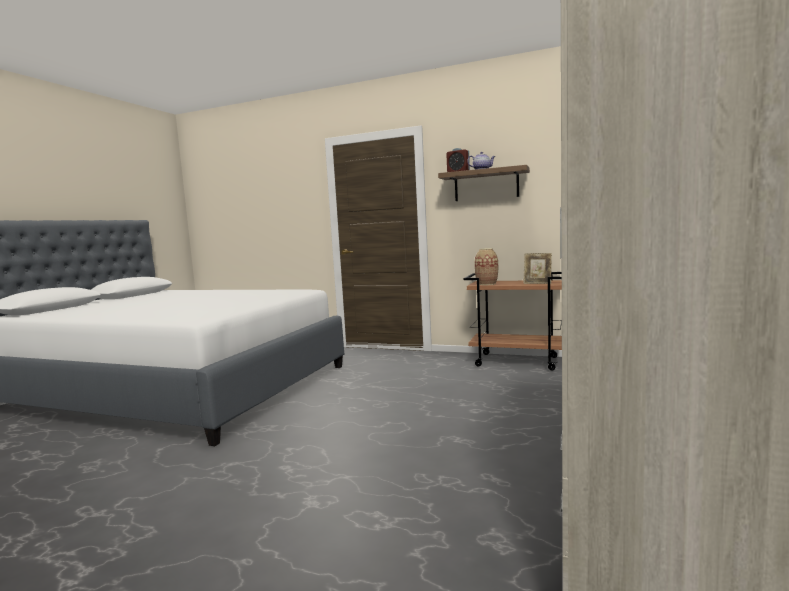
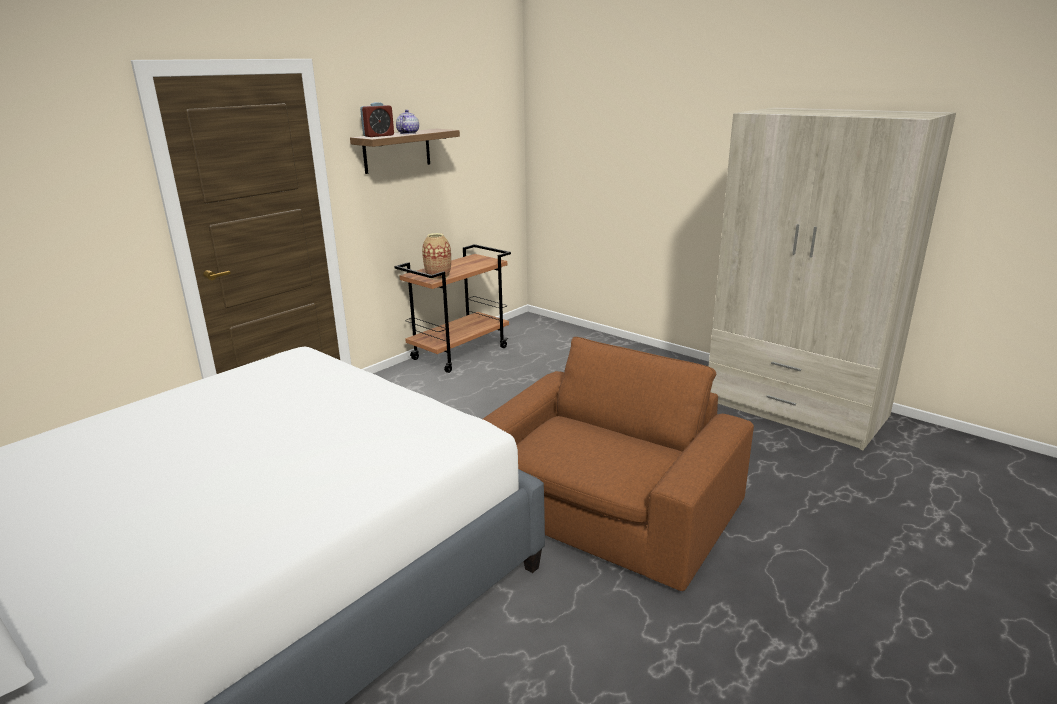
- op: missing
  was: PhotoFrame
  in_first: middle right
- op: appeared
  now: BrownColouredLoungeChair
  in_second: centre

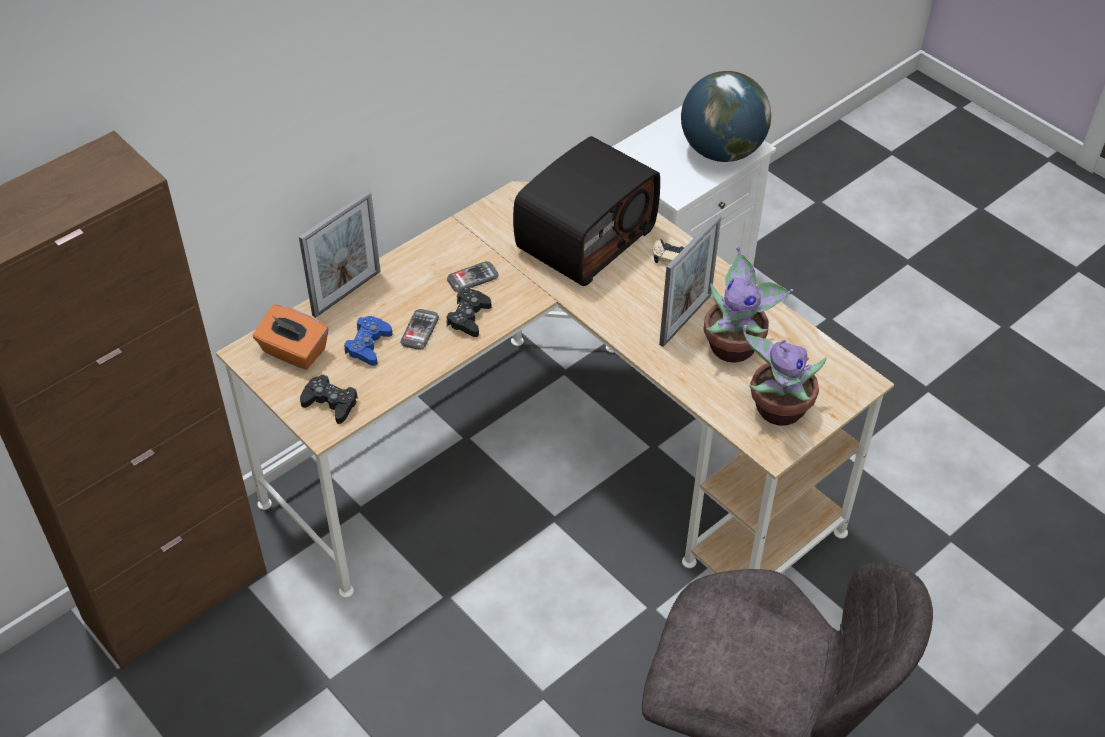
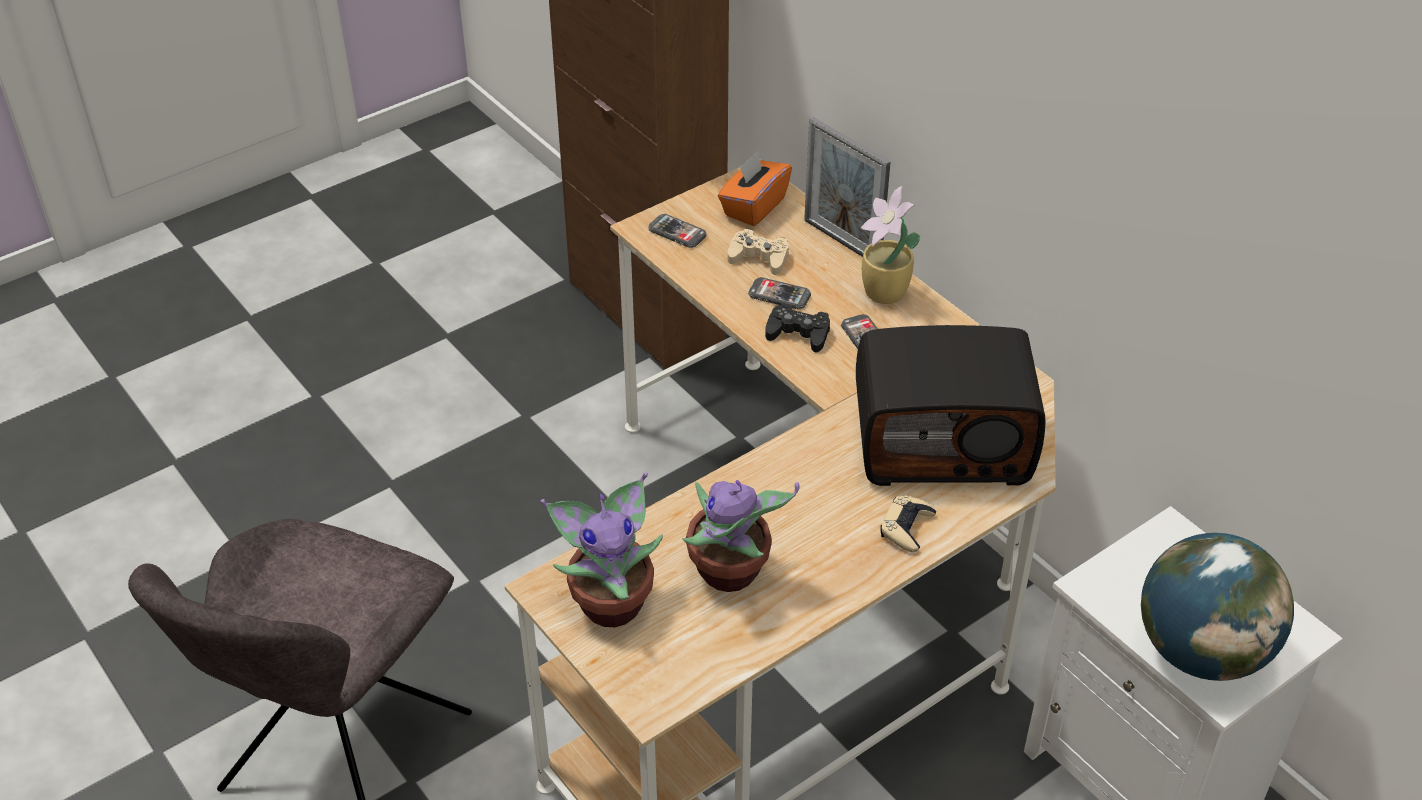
- op: spun
  was: RadioReceiver
  in_first: top centre
  in_second: middle right
  clockwise: -45
- op: missing
  was: PhotoFrame (no. 2 from left)
  in_first: centre
- op: colour
  was: BlueJoypad
  now: BeigeJoypad (no. 1 from left)
  in_first: middle left
  in_second: top centre
- op: exchanged
  was: BlackishJoypad (no. 1 from left)
  now: Phone (no. 1 from left)
  in_first: middle left
  in_second: top centre
- op: appeared
  now: Houseplant (no. 3 from left)
  in_second: top centre

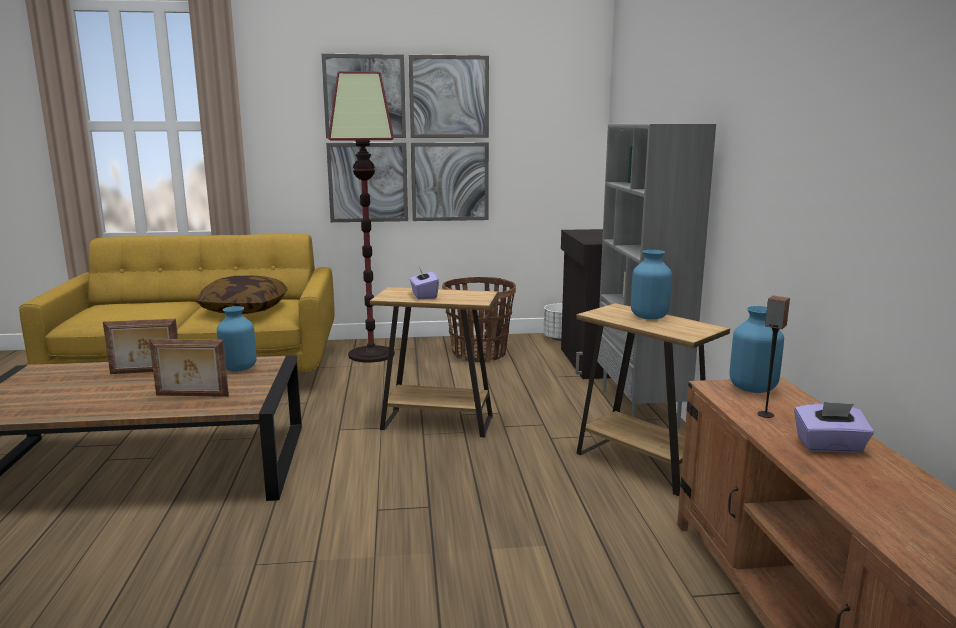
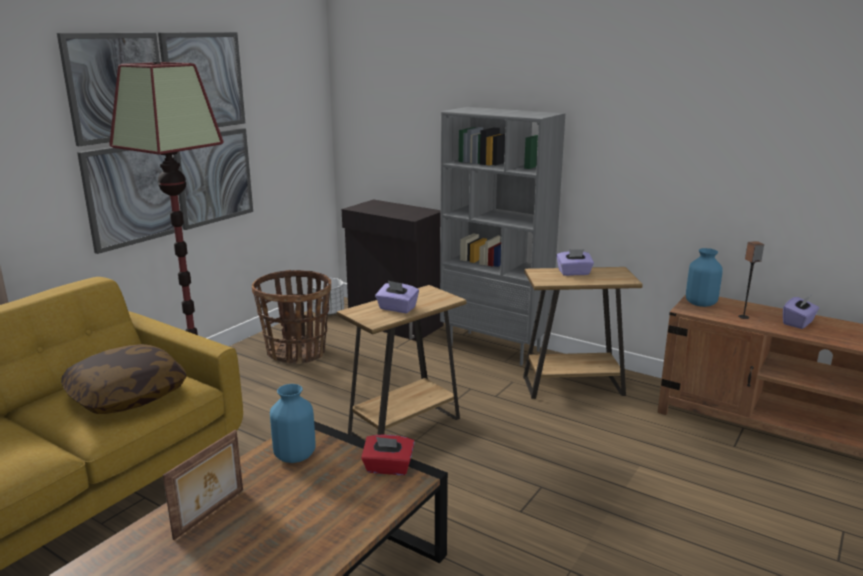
- op: exchanged
  was: BlueDecorativeVase (no. 2 from left)
  now: PurplishTissueBox (no. 2 from left)
  in_first: middle right
  in_second: centre
- op: missing
  was: PhotoFrame (no. 2 from left)
  in_first: middle left
- op: appeared
  now: RedColouredTissueBox
  in_second: bottom centre

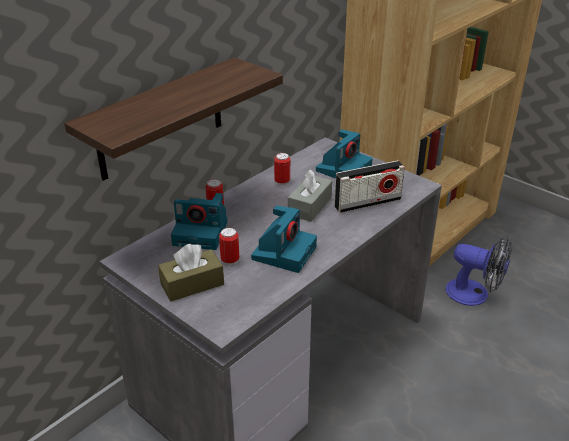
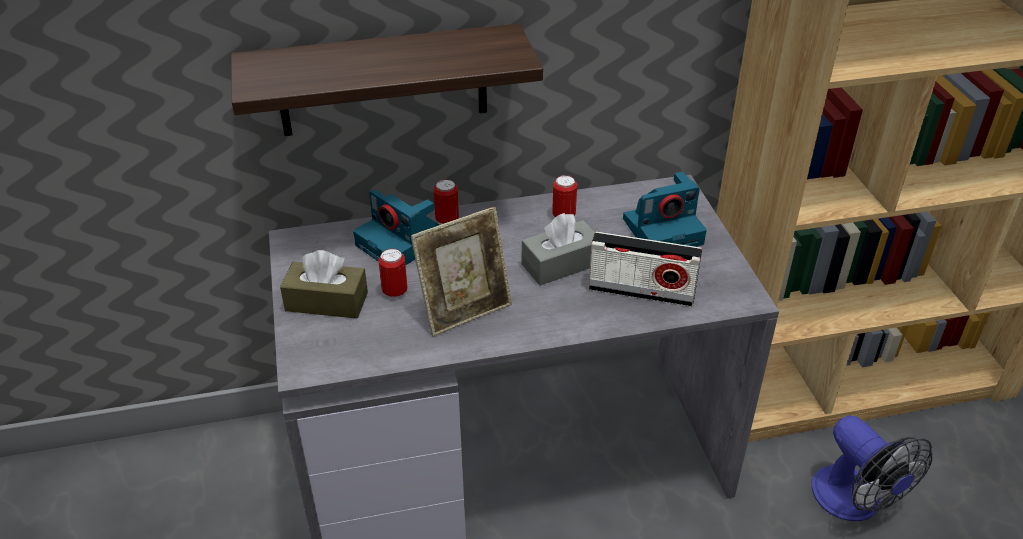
- op: exchanged
  was: StillCamera (no. 2 from left)
  now: PhotoFrame
  in_first: centre
  in_second: centre

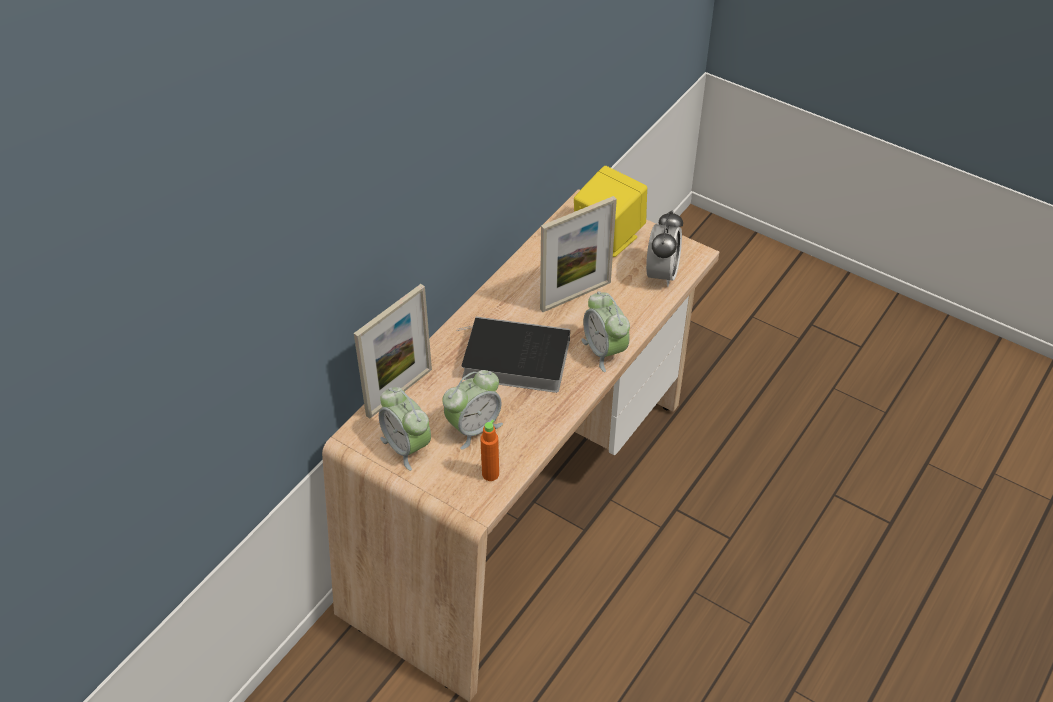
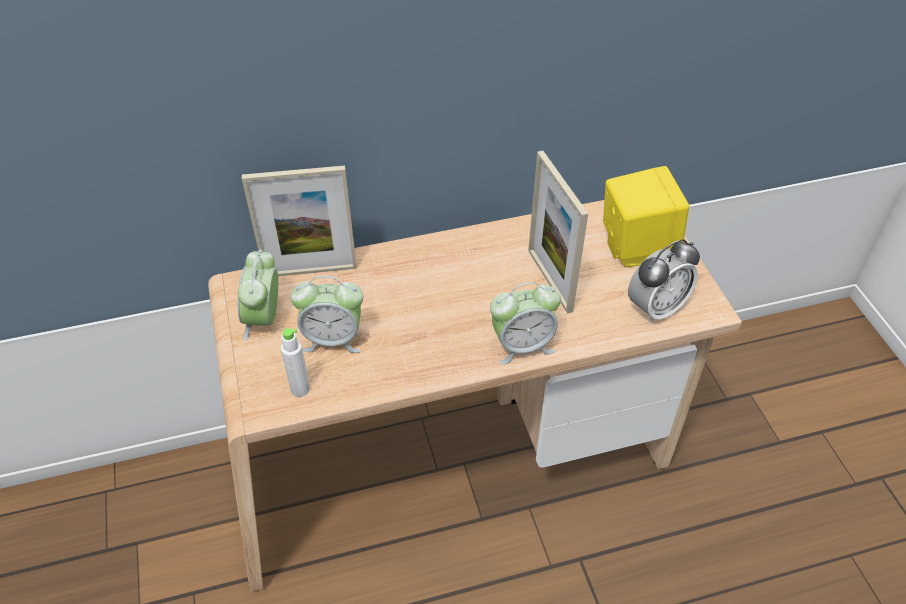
- op: spun
  was: PhotoFrame (no. 2 from left)
  in_first: centre
  in_second: centre
  clockwise: 60
- op: spun
  was: TableClock (no. 3 from left)
  in_first: centre
  in_second: centre
  clockwise: -120
- op: missing
  was: Volume
  in_first: centre
- op: colour
  was: OrangeBottle
  now: WhitishBottle
  in_first: centre
  in_second: middle left

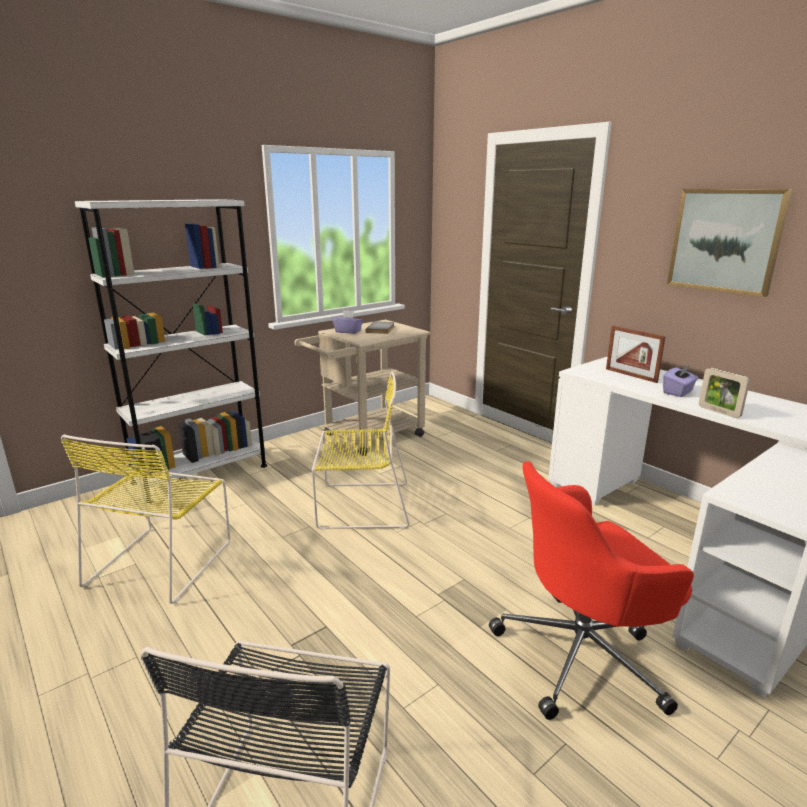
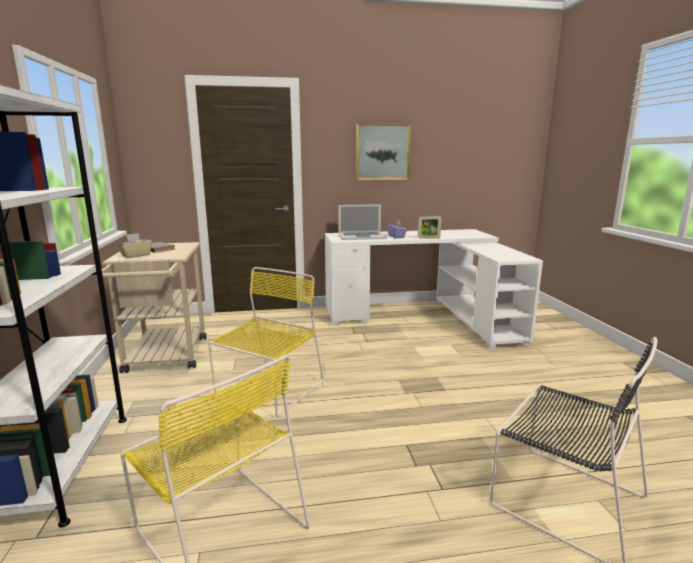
- op: colour
  was: PurplishTissueBox (no. 1 from left)
  now: BeigeTissueBox
  in_first: centre
  in_second: middle left
- op: exchanged
  was: PhotoFrame (no. 1 from left)
  now: Laptop
  in_first: middle right
  in_second: centre
- op: missing
  was: RedColouredComputerChair
  in_first: bottom right

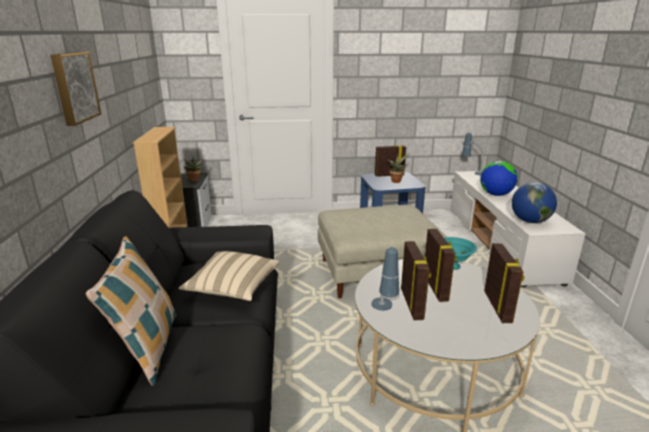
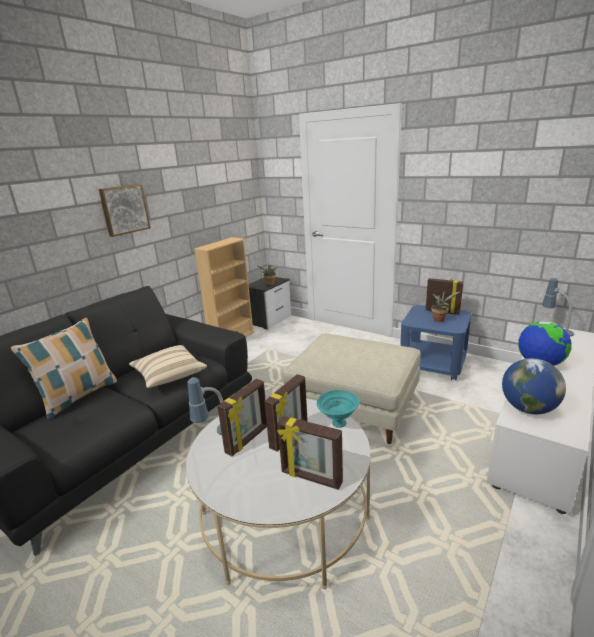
- op: spun
  was: PhotoFrame (no. 4 from left in the first image)
  in_first: middle right
  in_second: bottom centre
  clockwise: 75

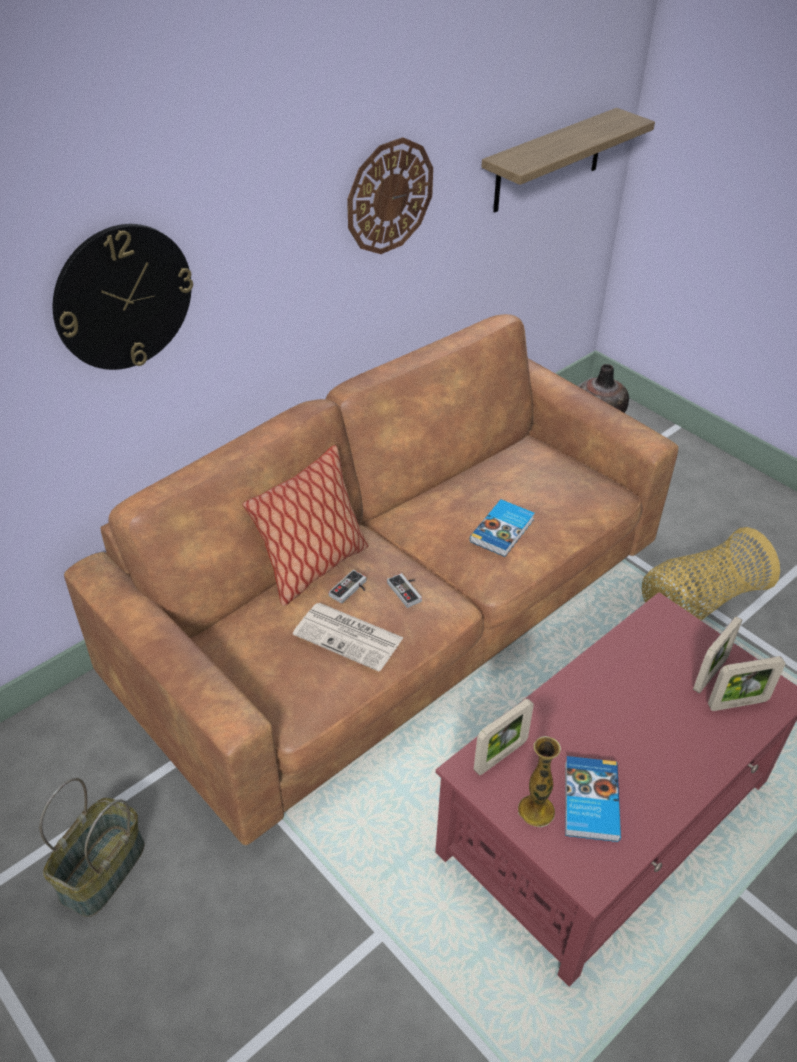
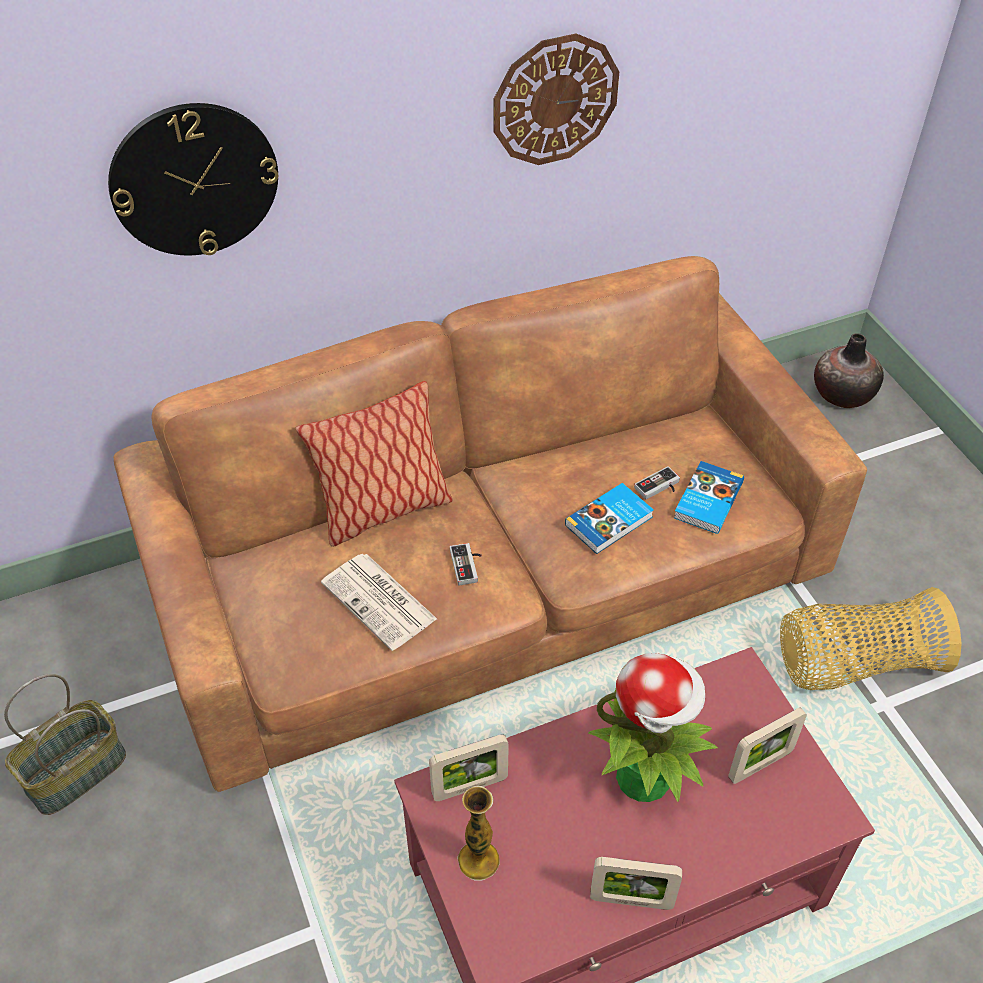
- op: missing
  was: BracketShelf
  in_first: top right
- op: relocated
  was: Joypad (no. 1 from left in the first image)
  now: Joypad (no. 2 from left)
  in_first: centre
  in_second: middle right
- op: relocated
  was: PhotoFrame (no. 3 from left in the first image)
  now: PhotoFrame (no. 2 from left)
  in_first: middle right
  in_second: bottom centre
- op: relocated
  was: Volume (no. 2 from left)
  in_first: bottom right
  in_second: middle right
- op: appeared
  now: Houseplant
  in_second: bottom centre

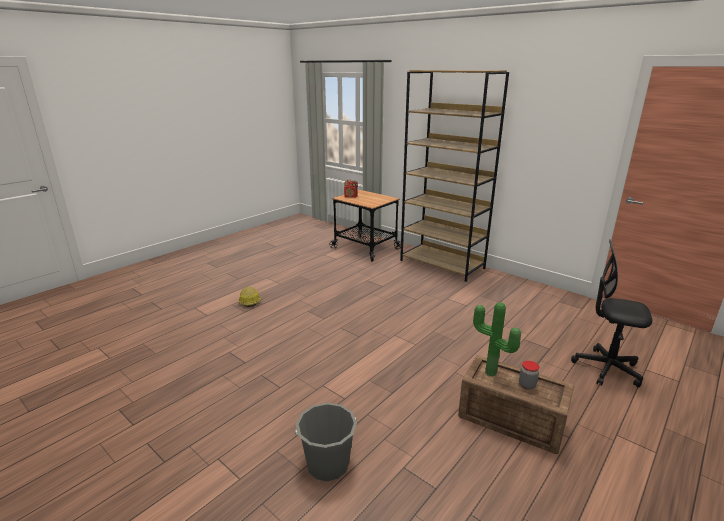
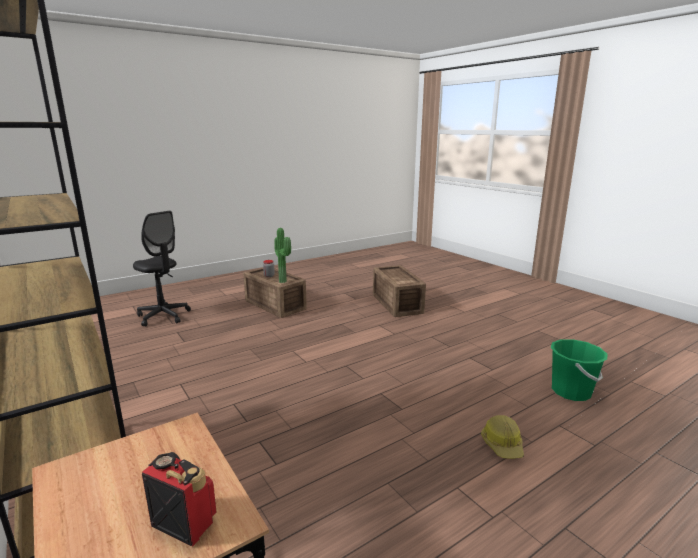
- op: exchanged
  was: GreyWaterBucket
  now: ShippingCrate (no. 2 from left)
  in_first: bottom centre
  in_second: centre
- op: appeared
  now: GreenColouredWaterBucket
  in_second: middle right

